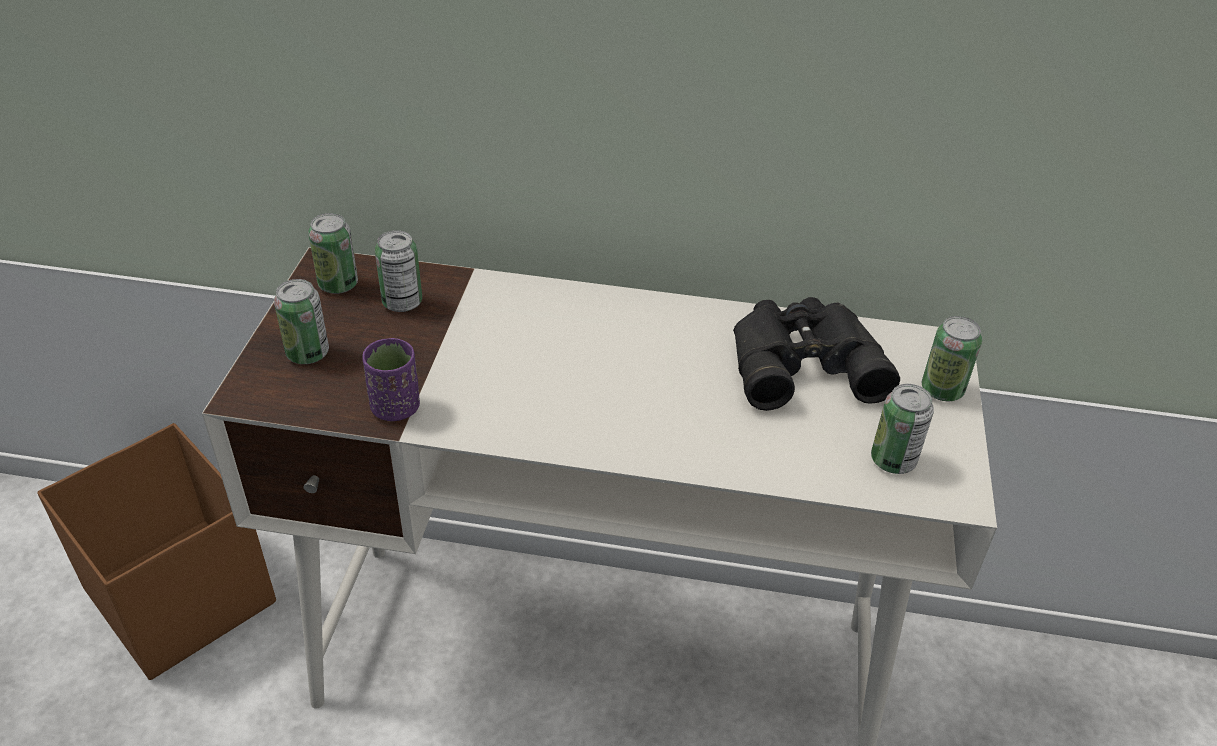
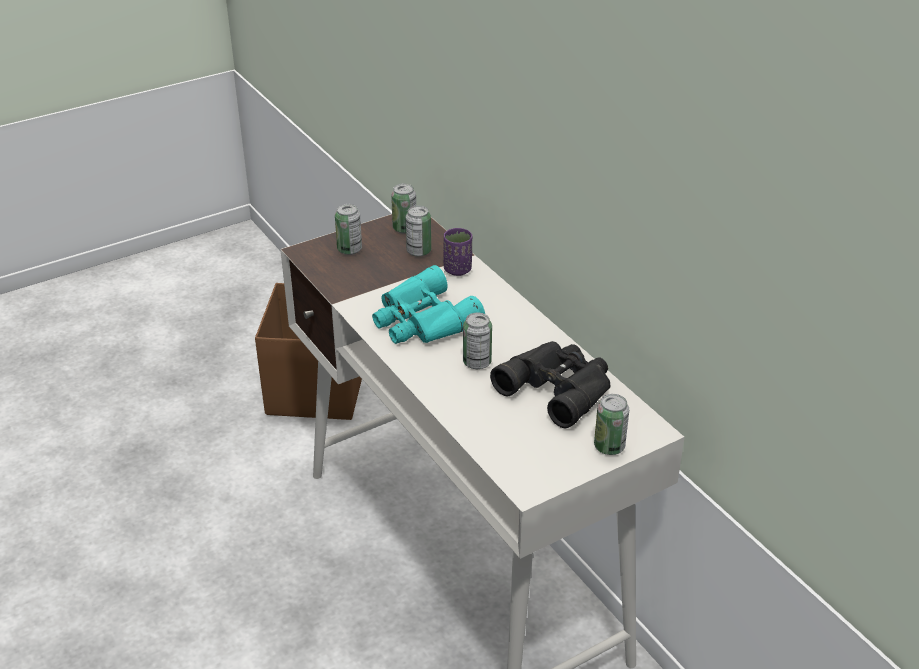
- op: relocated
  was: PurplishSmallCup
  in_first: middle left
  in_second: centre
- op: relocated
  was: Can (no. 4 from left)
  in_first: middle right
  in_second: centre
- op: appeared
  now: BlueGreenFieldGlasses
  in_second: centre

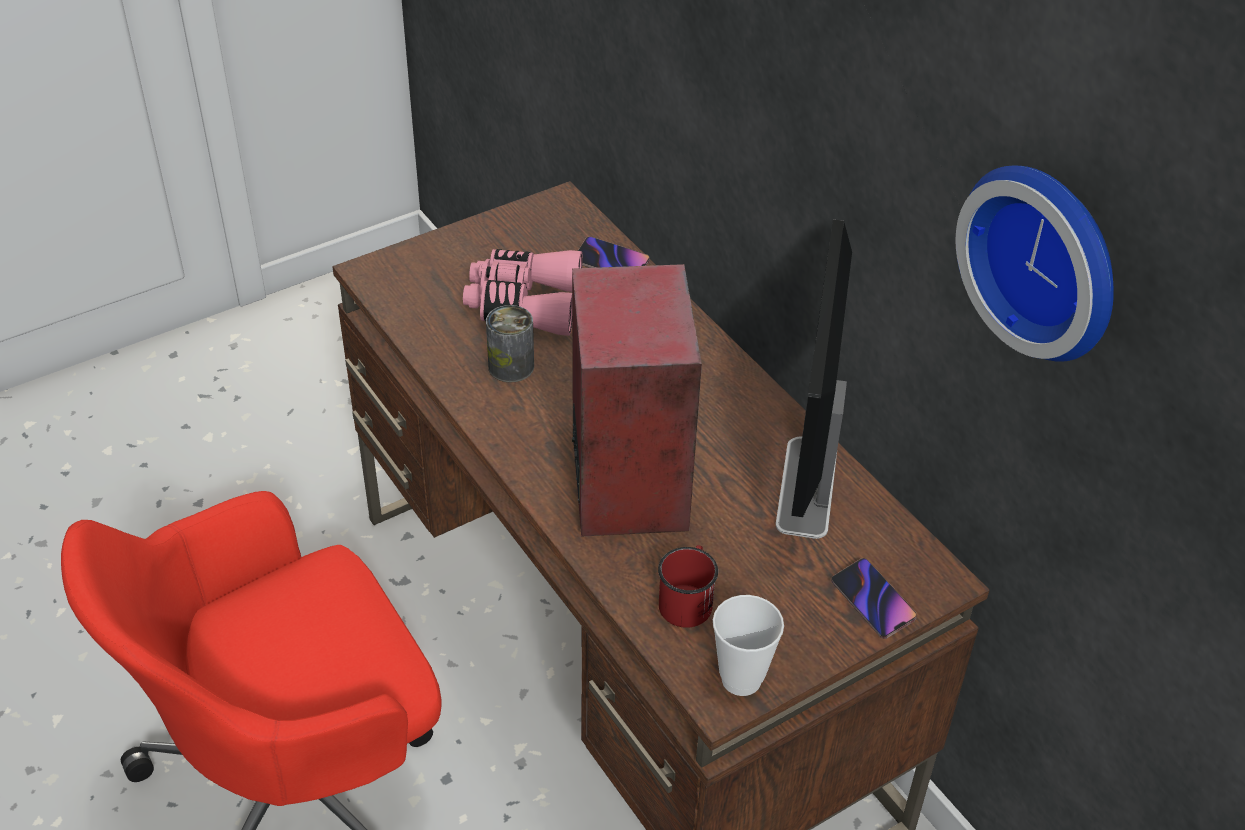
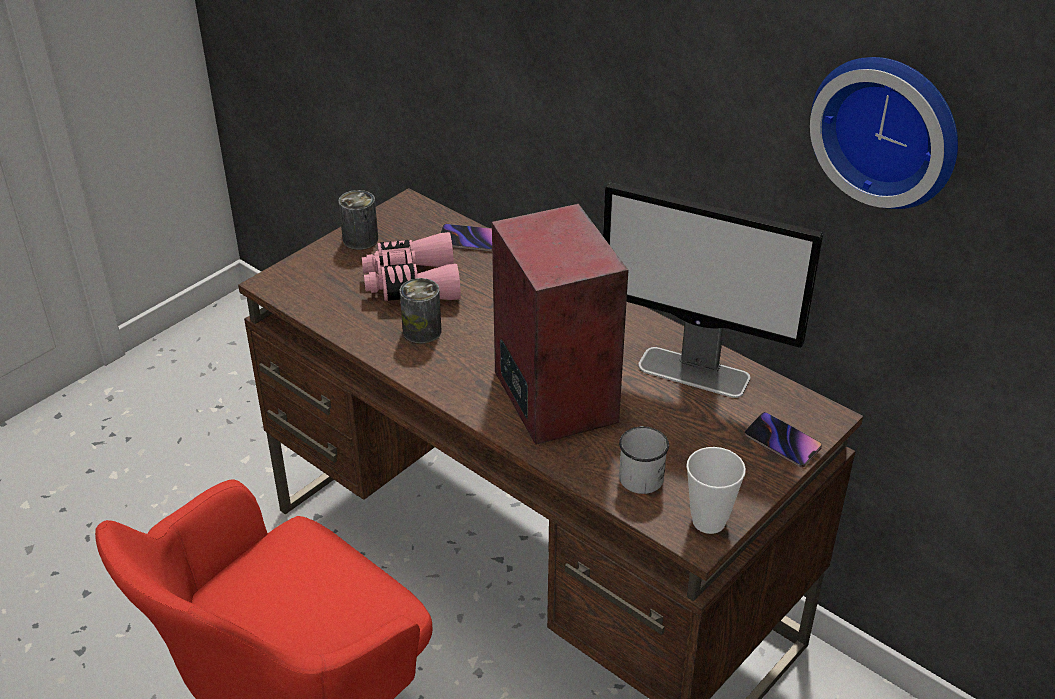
- op: spun
  was: Monitor
  in_first: centre
  in_second: middle right
  clockwise: -60
- op: colour
  was: RedColouredMug
  now: WhitishMug
  in_first: bottom centre
  in_second: centre
- op: appeared
  now: Can (no. 1 from left)
  in_second: top centre

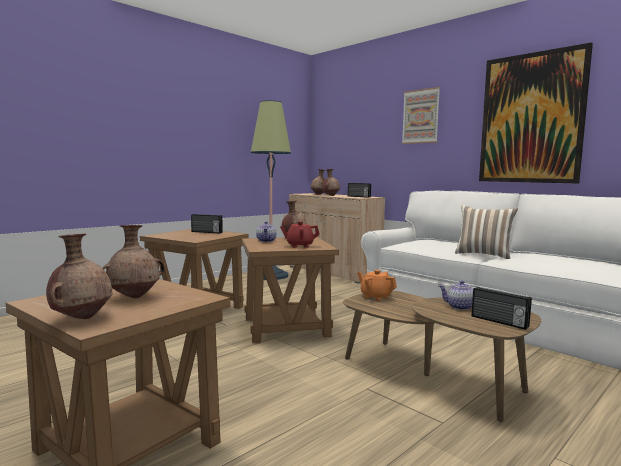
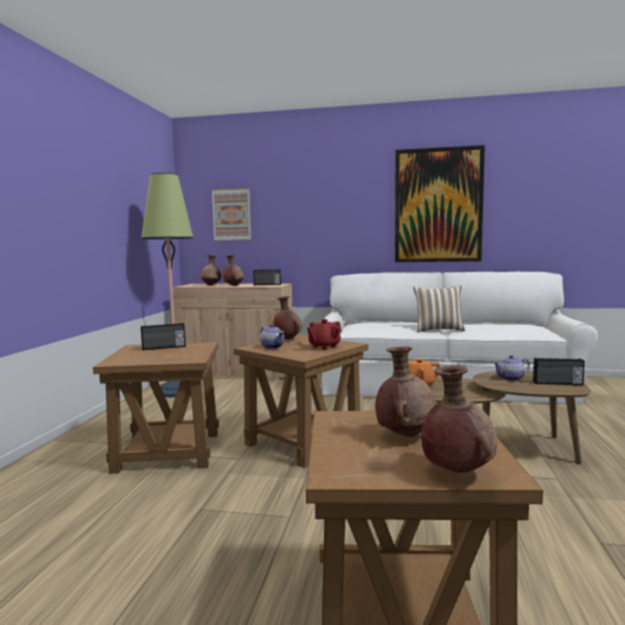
- op: relocated
  was: WallPicture (no. 1 from left)
  in_first: top right
  in_second: centre

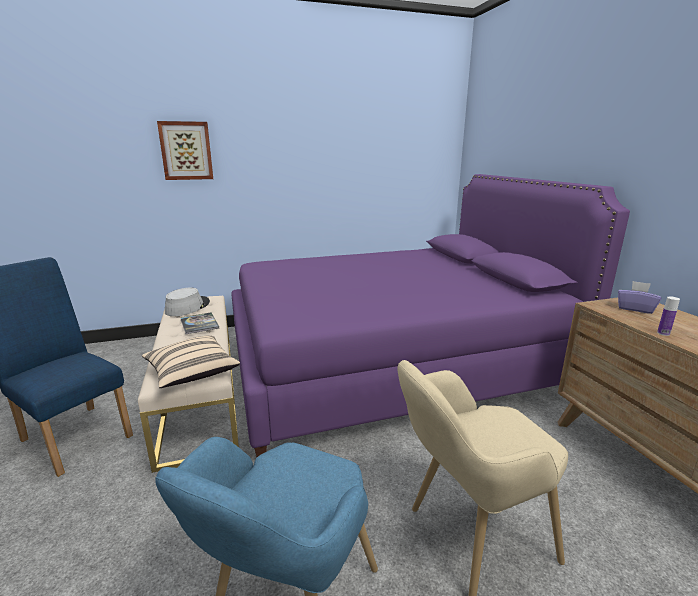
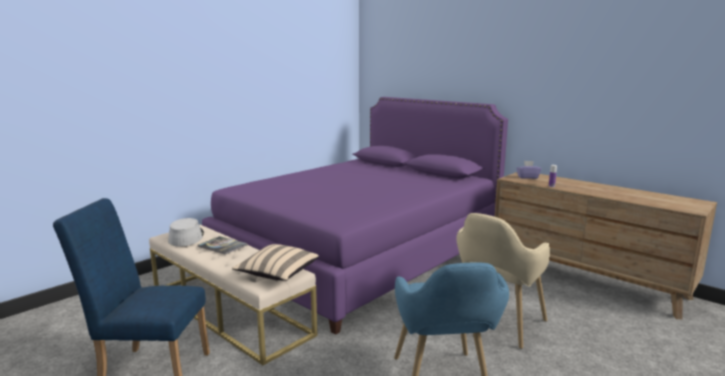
- op: missing
  was: WallPicture
  in_first: top left

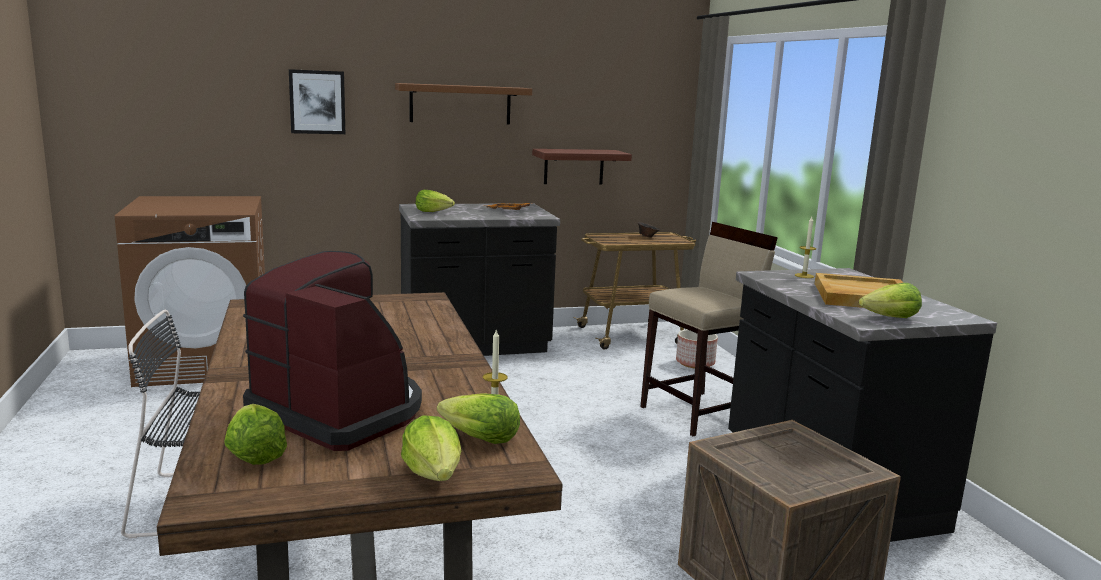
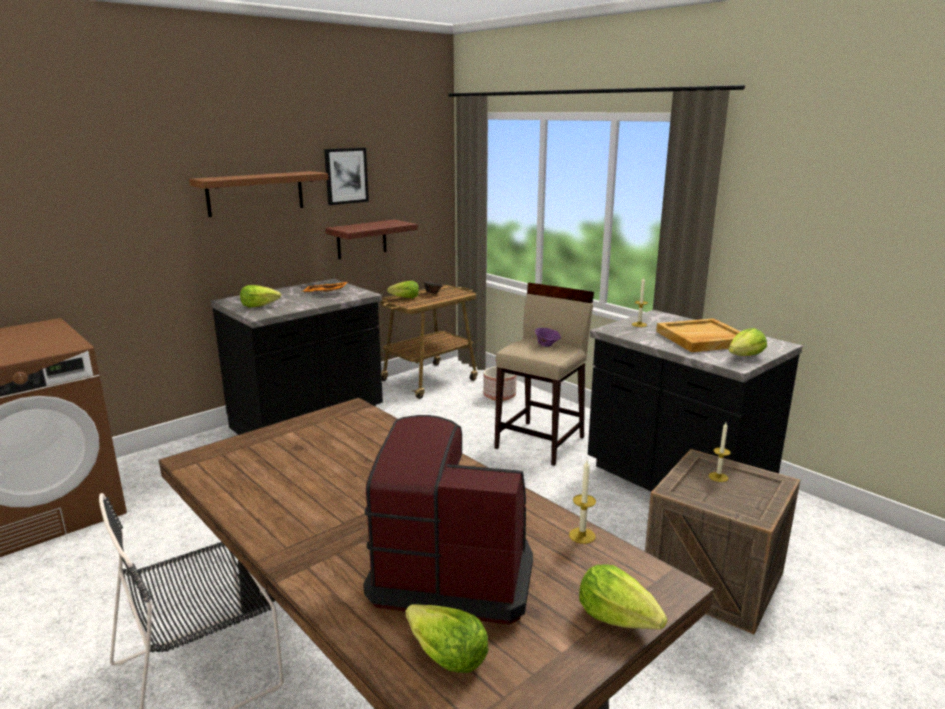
- op: relocated
  was: WallPicture
  in_first: top left
  in_second: top centre
- op: relocated
  was: HeadOfLettuce (no. 4 from left in the first image)
  now: HeadOfLettuce (no. 2 from left)
  in_first: bottom centre
  in_second: centre
- op: appeared
  now: PurplishBowl
  in_second: centre
- op: appeared
  now: WaxLight (no. 3 from left)
  in_second: middle right

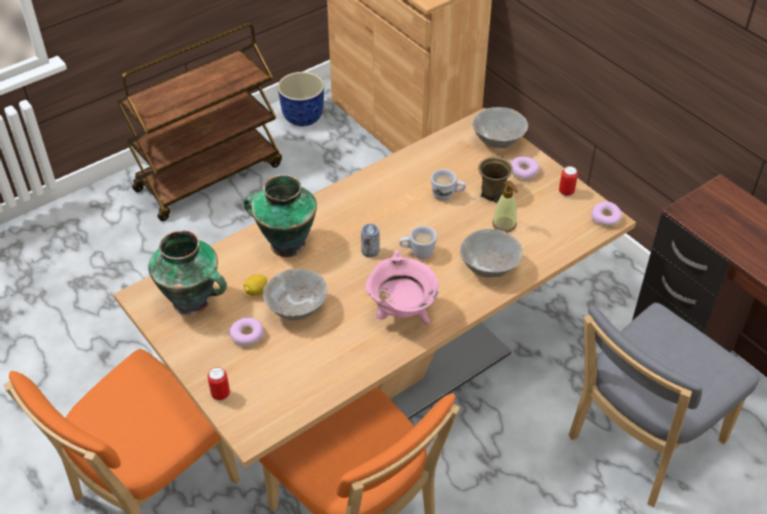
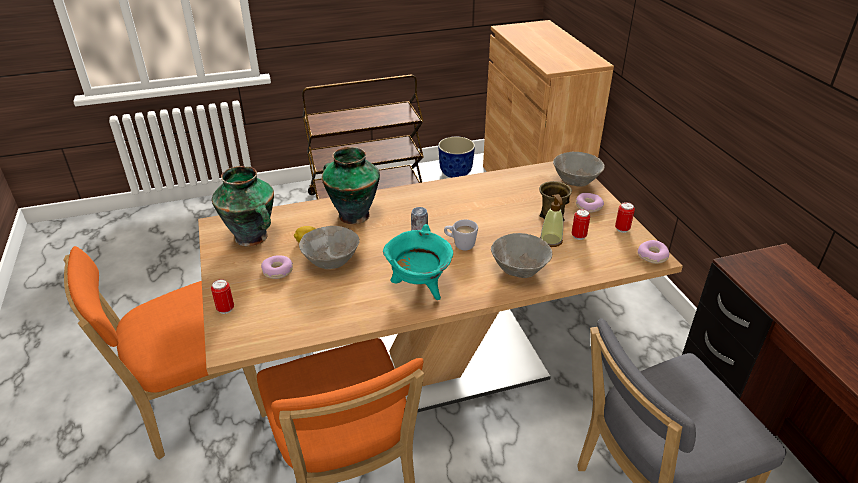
- op: missing
  was: WhitishMug (no. 2 from left)
  in_first: centre
- op: colour
  was: PinkColouredStockpot
  now: BlueGreenStockpot
  in_first: centre
  in_second: centre
- op: appeared
  now: Can (no. 3 from left)
  in_second: middle right

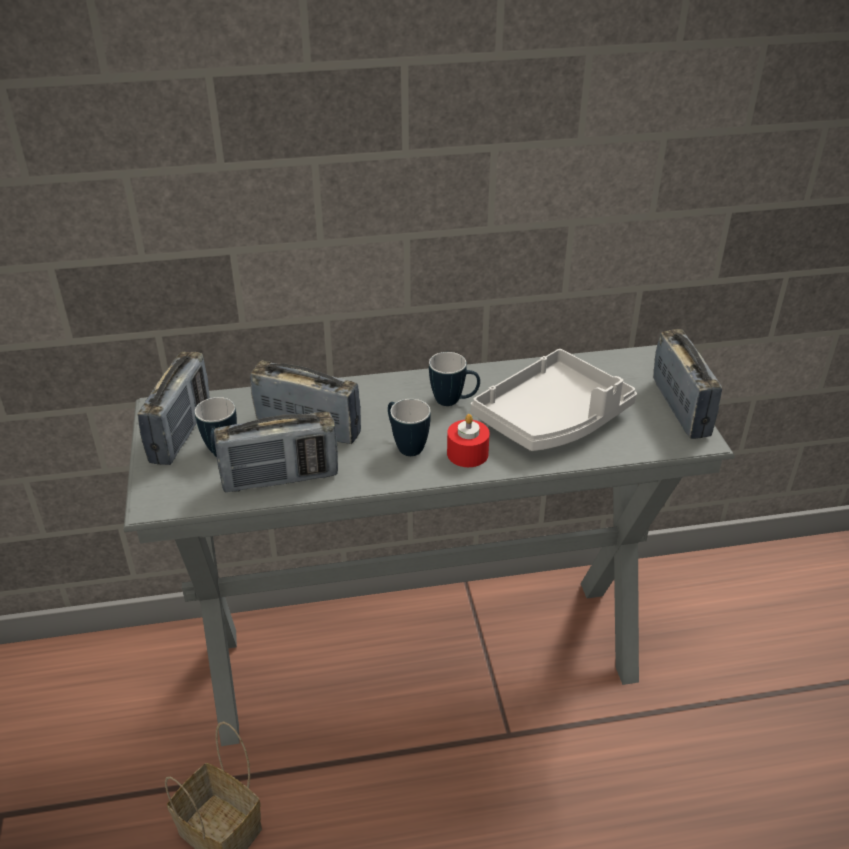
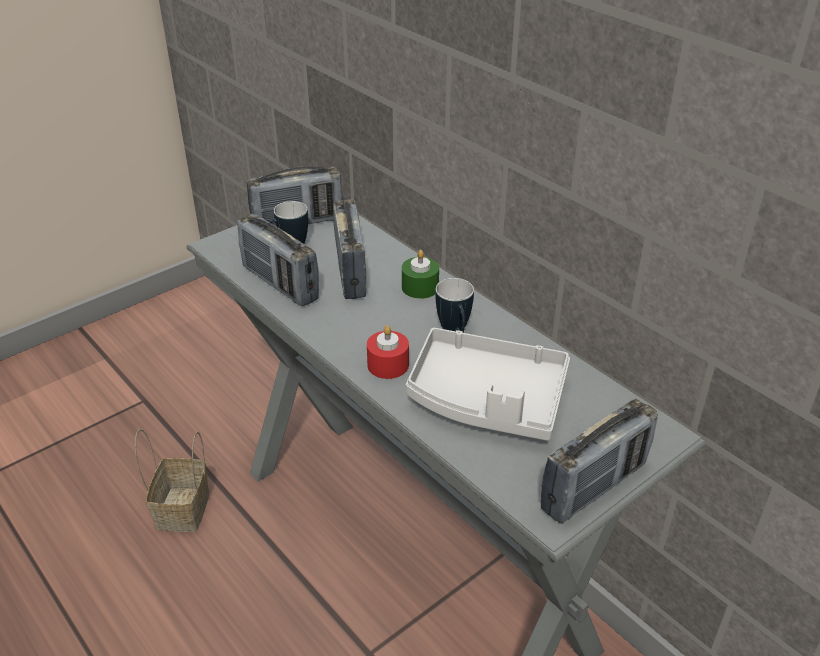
- op: missing
  was: Mug (no. 2 from left)
  in_first: centre
- op: appeared
  now: GreenColouredWaxLight
  in_second: centre

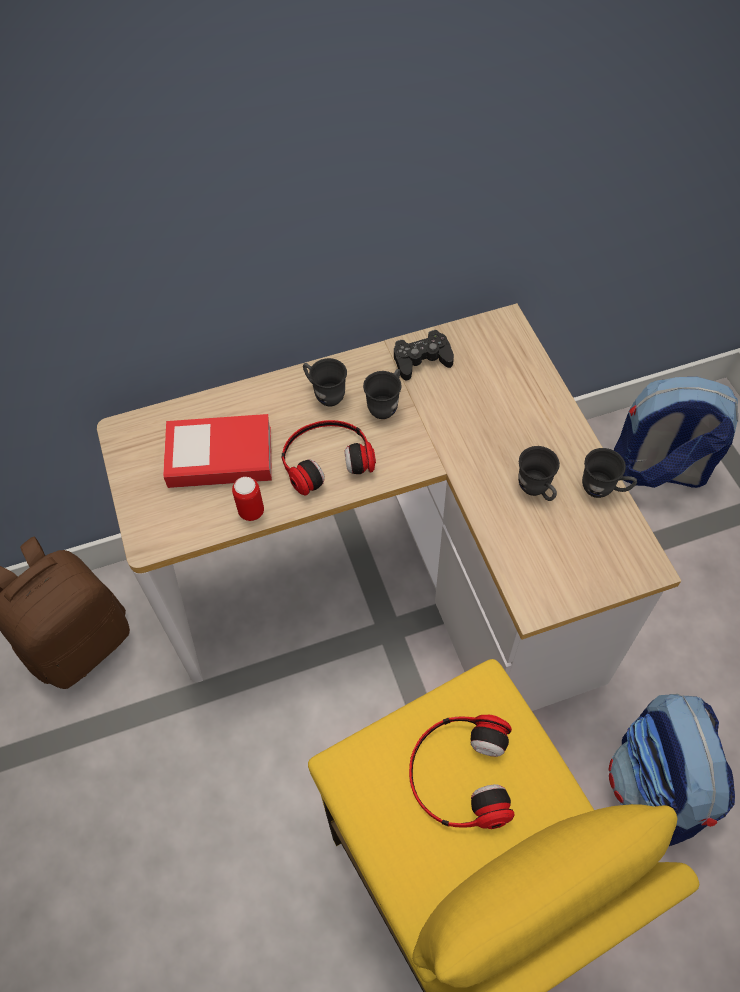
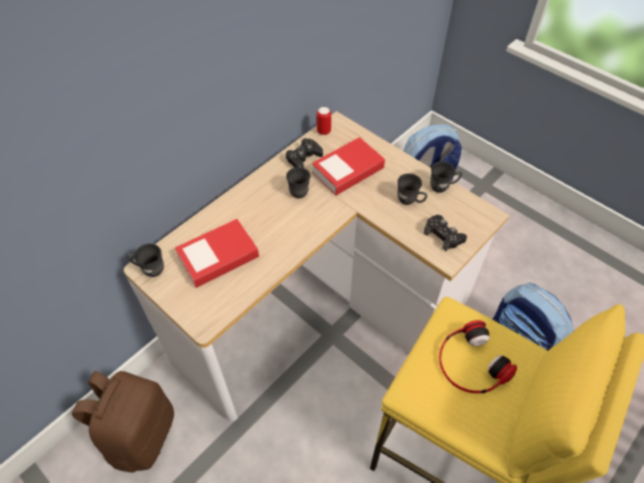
- op: relocated
  was: GreyMug (no. 1 from left)
  in_first: centre
  in_second: middle left
- op: missing
  was: PairOfHeadphones (no. 1 from left)
  in_first: centre
- op: relocated
  was: Can
  in_first: centre
  in_second: top centre
- op: appeared
  now: Volume (no. 2 from left)
  in_second: centre
- op: appeared
  now: BlackishJoypad (no. 2 from left)
  in_second: middle right

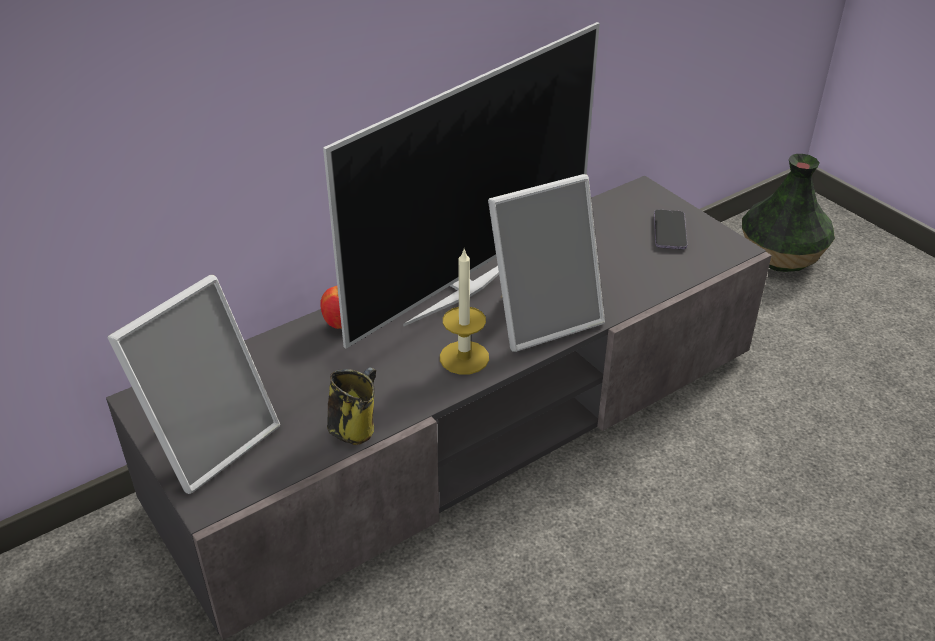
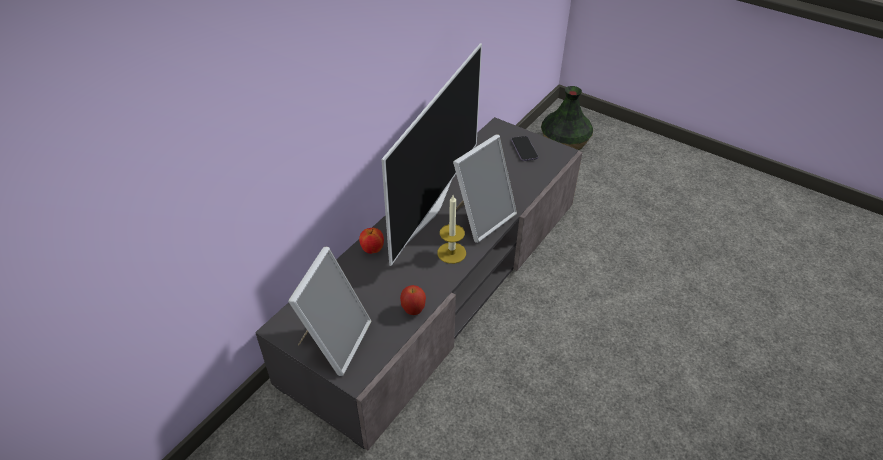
- op: exchanged
  was: Mug
  now: WholeApple (no. 2 from left)
  in_first: centre
  in_second: centre

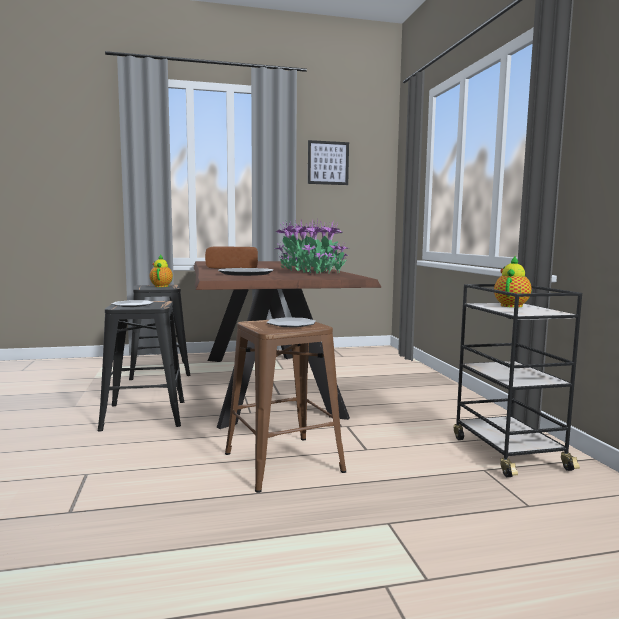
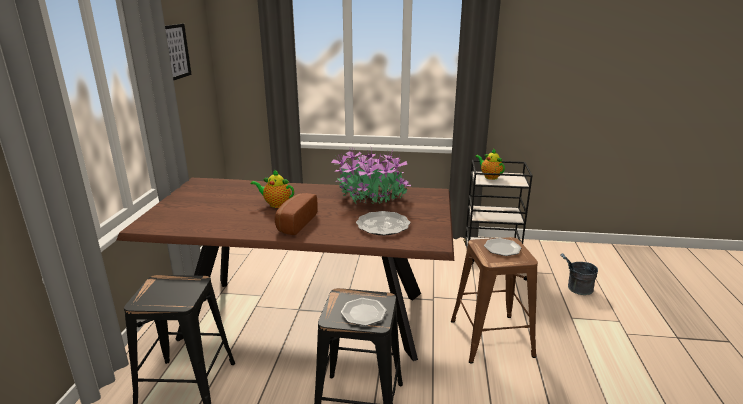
- op: relocated
  was: TeaPot (no. 1 from left)
  in_first: middle left
  in_second: centre
- op: appeared
  now: GreyWaterBucket
  in_second: bottom right

